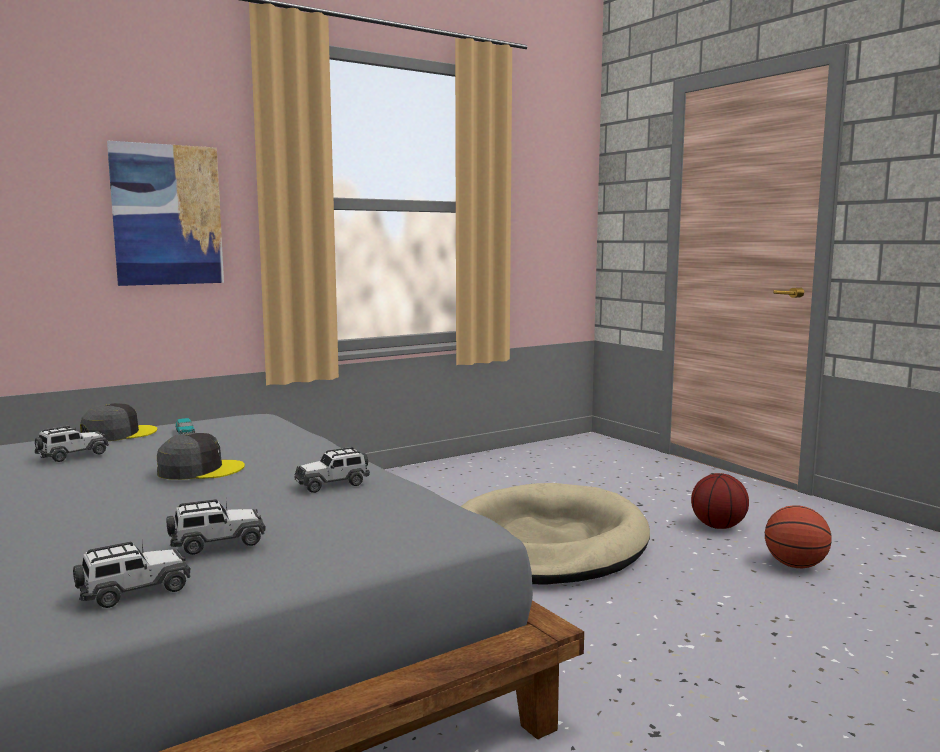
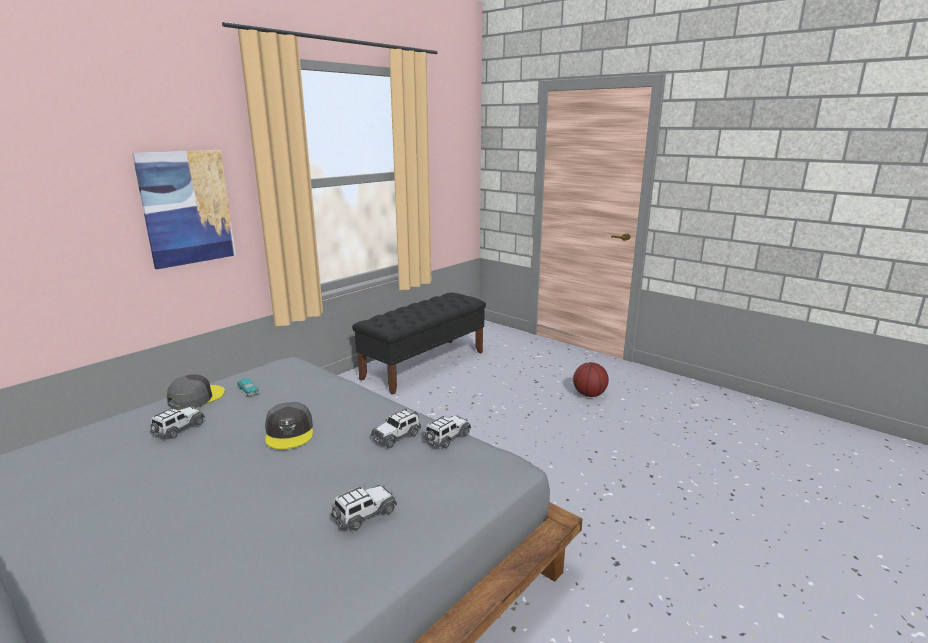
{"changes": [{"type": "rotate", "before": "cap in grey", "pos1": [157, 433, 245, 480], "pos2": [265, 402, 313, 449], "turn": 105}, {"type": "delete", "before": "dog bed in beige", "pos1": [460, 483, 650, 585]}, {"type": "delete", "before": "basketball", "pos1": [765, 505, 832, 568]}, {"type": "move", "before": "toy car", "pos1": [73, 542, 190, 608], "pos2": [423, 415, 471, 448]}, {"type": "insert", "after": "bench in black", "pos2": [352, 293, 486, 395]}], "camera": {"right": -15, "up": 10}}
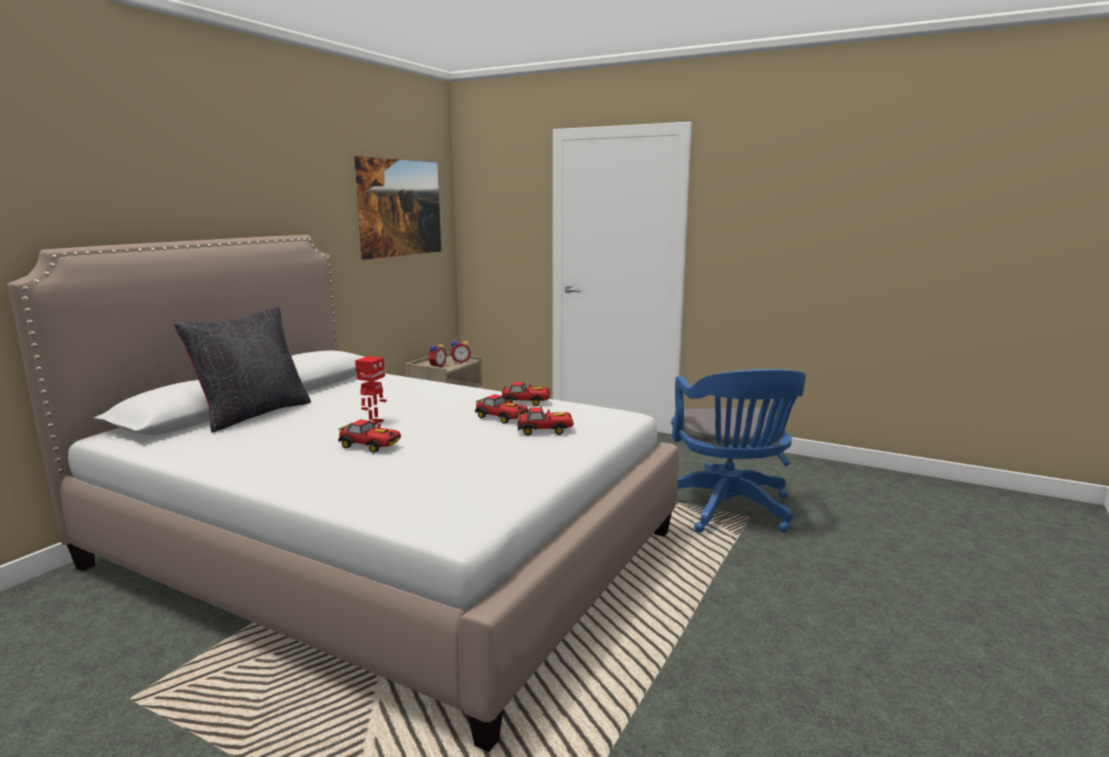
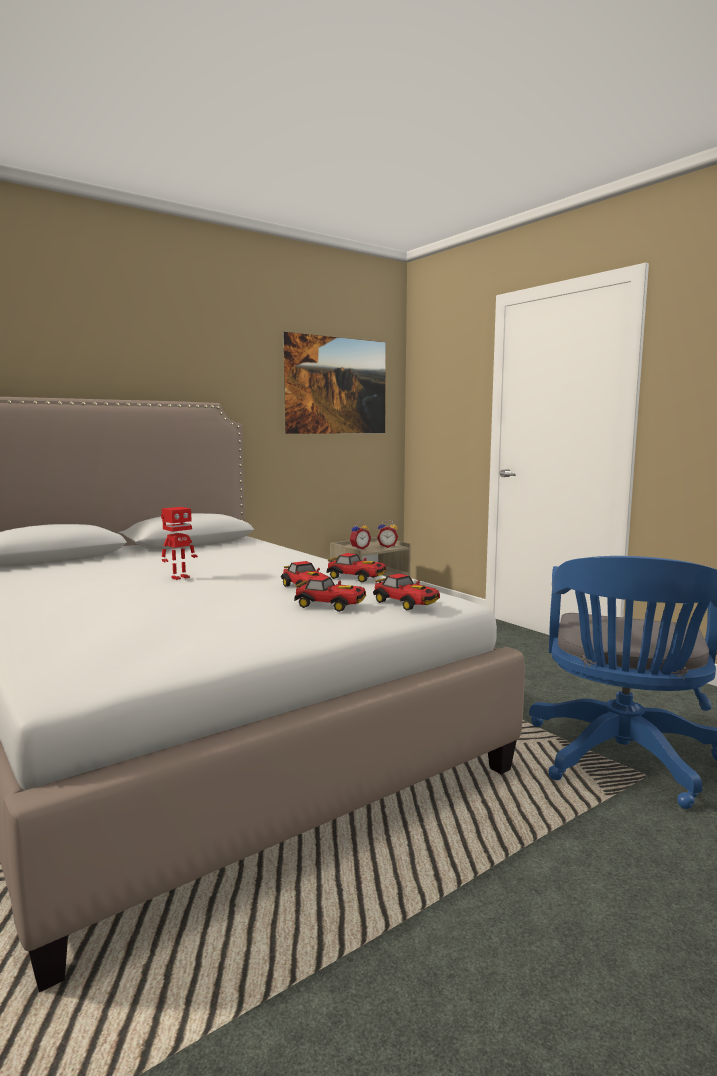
{"changes": [{"type": "delete", "before": "pillow in black", "pos1": [174, 307, 311, 433]}, {"type": "move", "before": "toy car", "pos1": [338, 419, 401, 453], "pos2": [373, 573, 440, 611]}], "camera": {"right": 25, "up": -5}}
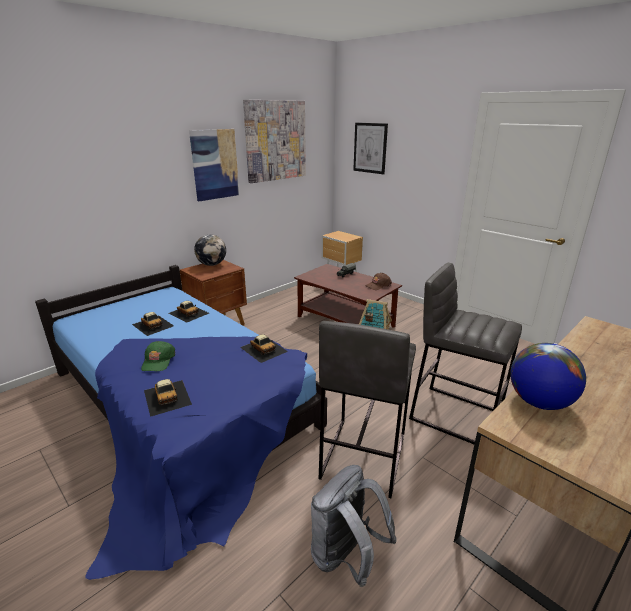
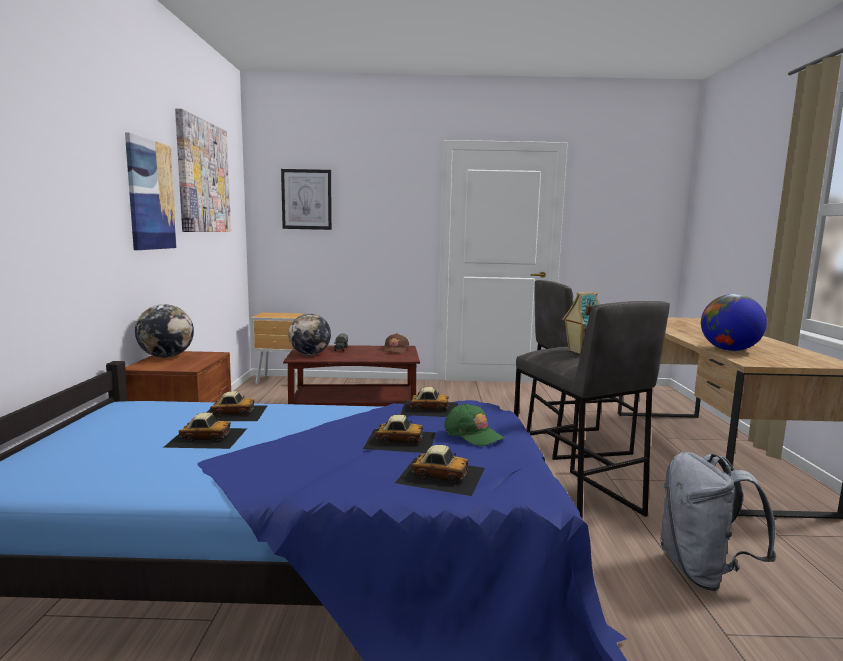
{"changes": [{"type": "move", "before": "cap in green", "pos1": [141, 341, 175, 371], "pos2": [444, 403, 504, 446]}, {"type": "insert", "after": "globe", "pos2": [289, 313, 331, 355]}, {"type": "insert", "after": "toy car", "pos2": [363, 415, 435, 453]}], "camera": {"right": -45, "up": -15}}
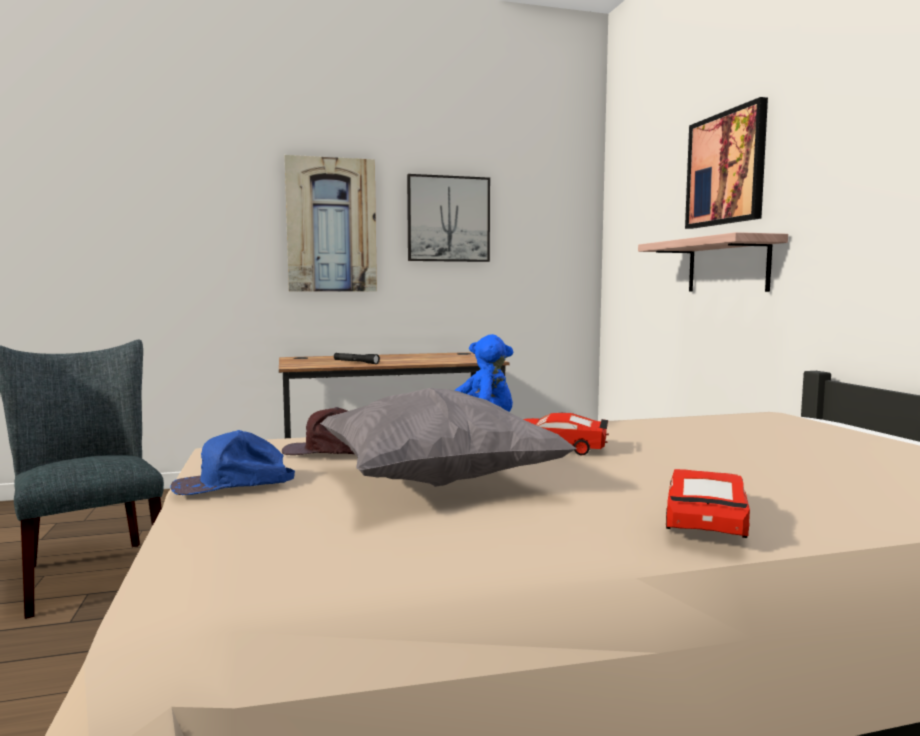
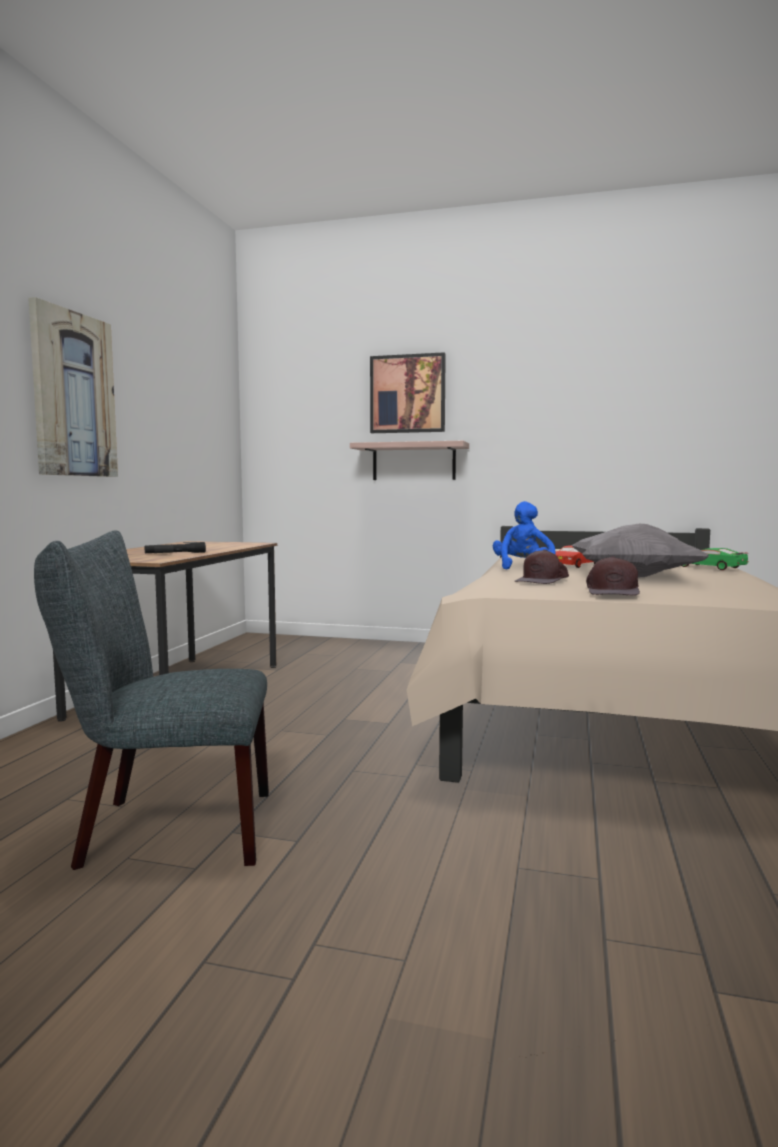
{"changes": [{"type": "delete", "before": "picture", "pos1": [407, 174, 490, 262]}, {"type": "recolor", "before": "cap in blue", "after": "cap in brown", "pos1": [170, 430, 295, 495], "pos2": [586, 556, 640, 596]}, {"type": "recolor", "before": "toy car in red", "after": "toy car in green", "pos1": [666, 469, 750, 538], "pos2": [681, 548, 749, 570]}], "camera": {"right": -60, "up": 0}}
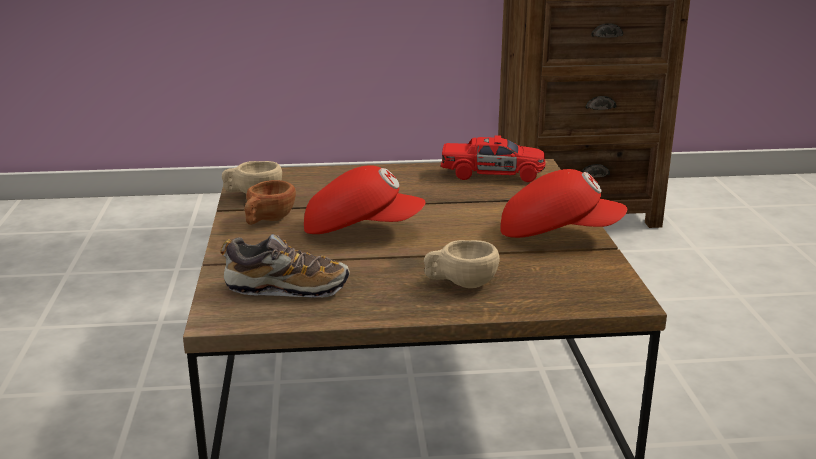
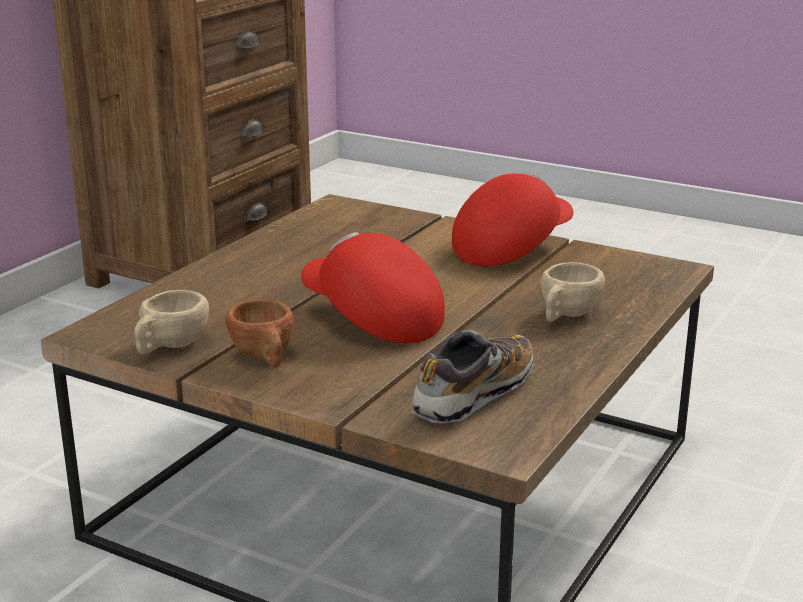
{"changes": [{"type": "delete", "before": "toy car in red", "pos1": [441, 135, 545, 182]}, {"type": "rotate", "before": "cap in red", "pos1": [304, 165, 425, 234], "pos2": [301, 232, 445, 343], "turn": -90}], "camera": {"right": -55, "up": 0}}
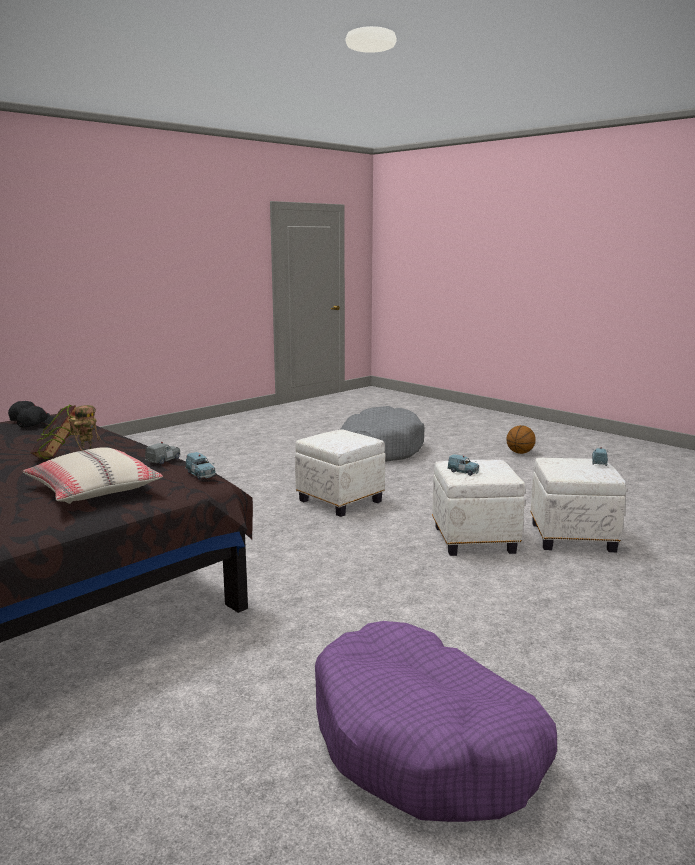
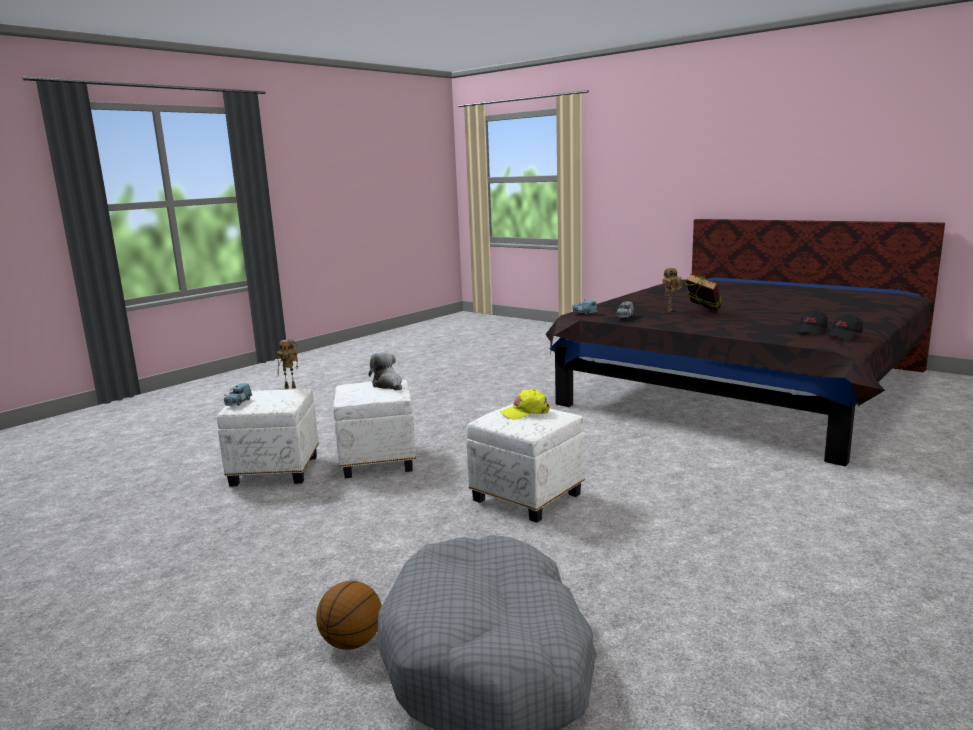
{"changes": [{"type": "move", "before": "basketball", "pos1": [506, 425, 536, 454], "pos2": [316, 581, 382, 650]}, {"type": "delete", "before": "pillow in beige", "pos1": [23, 447, 163, 504]}, {"type": "replace", "before": "toy car in blue", "after": "plush toy", "pos1": [447, 454, 479, 476], "pos2": [369, 351, 402, 390]}, {"type": "delete", "before": "dog bed in purple", "pos1": [315, 621, 557, 822]}, {"type": "insert", "after": "toy robot", "pos2": [277, 339, 298, 389]}, {"type": "insert", "after": "cap in yellow", "pos2": [500, 389, 551, 419]}], "camera": {"right": 175, "up": 0}}
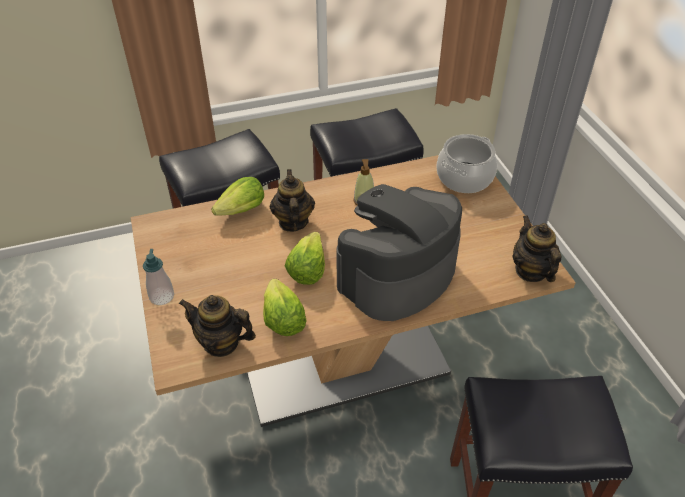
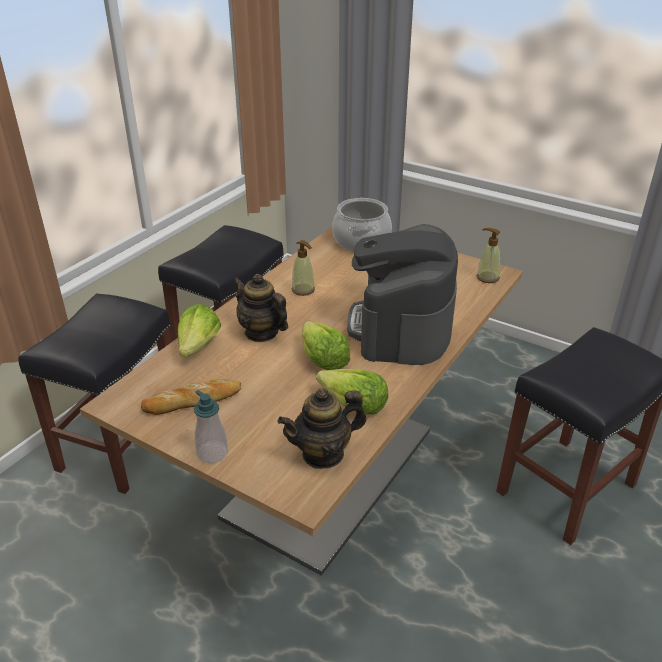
{"changes": [{"type": "replace", "before": "teapot", "after": "soap dispenser", "pos1": [512, 215, 561, 282], "pos2": [477, 228, 500, 283]}, {"type": "insert", "after": "bread", "pos2": [141, 379, 241, 415]}], "camera": {"right": -40, "up": -10}}
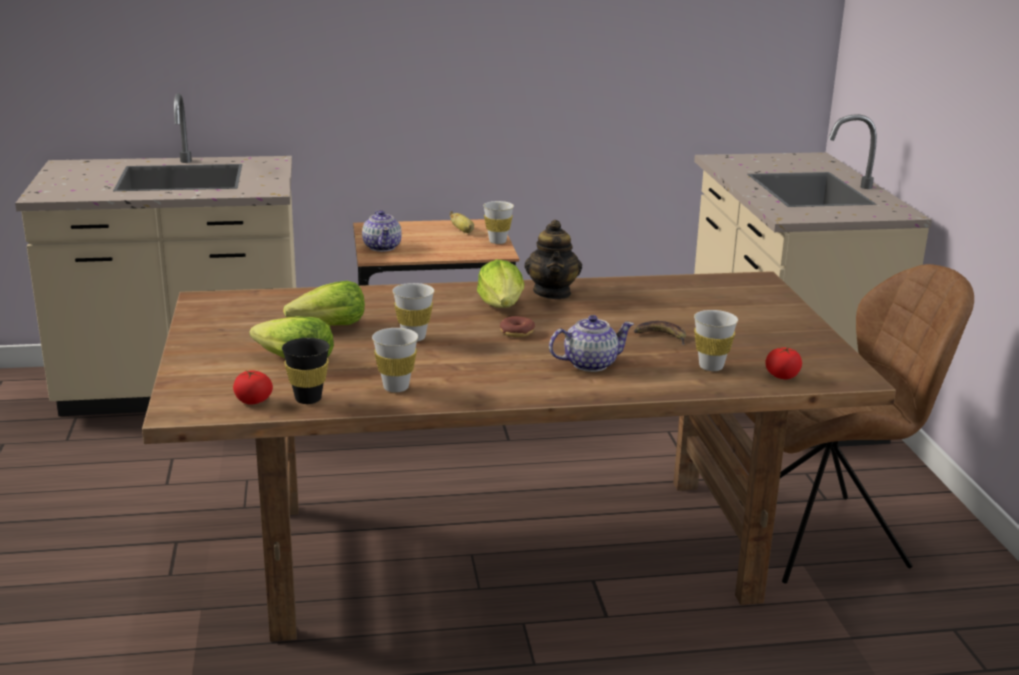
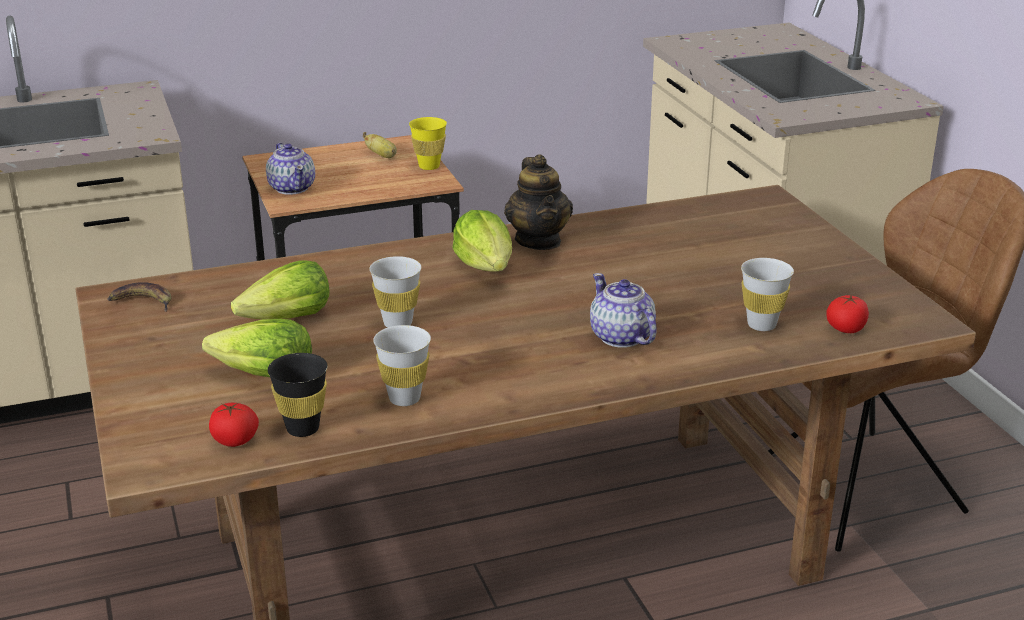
{"changes": [{"type": "recolor", "before": "cup in white", "after": "cup in yellow", "pos1": [483, 201, 514, 244], "pos2": [409, 117, 447, 170]}, {"type": "rotate", "before": "teapot", "pos1": [549, 315, 634, 372], "pos2": [590, 273, 657, 348], "turn": -90}, {"type": "delete", "before": "donut", "pos1": [500, 316, 535, 337]}, {"type": "move", "before": "banana", "pos1": [634, 321, 686, 345], "pos2": [107, 282, 172, 312]}], "camera": {"right": -10, "up": 5}}
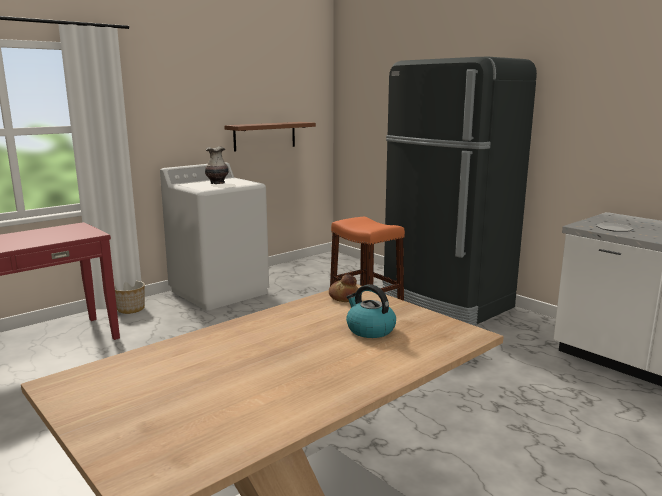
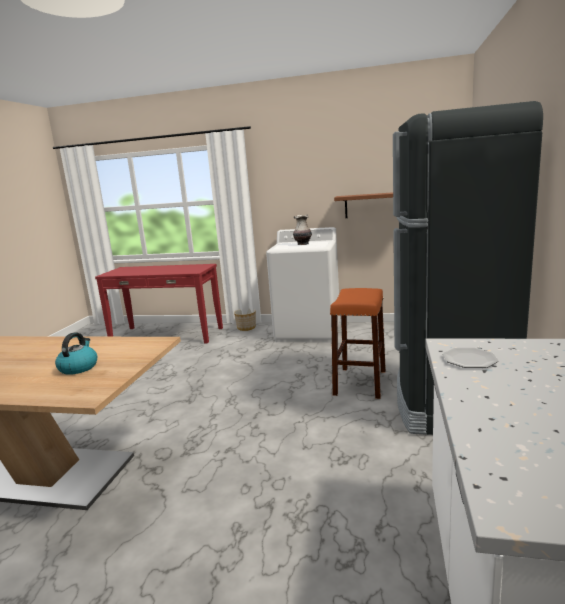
{"changes": [{"type": "delete", "before": "bread", "pos1": [329, 274, 358, 302]}], "camera": {"right": 55, "up": 0}}
